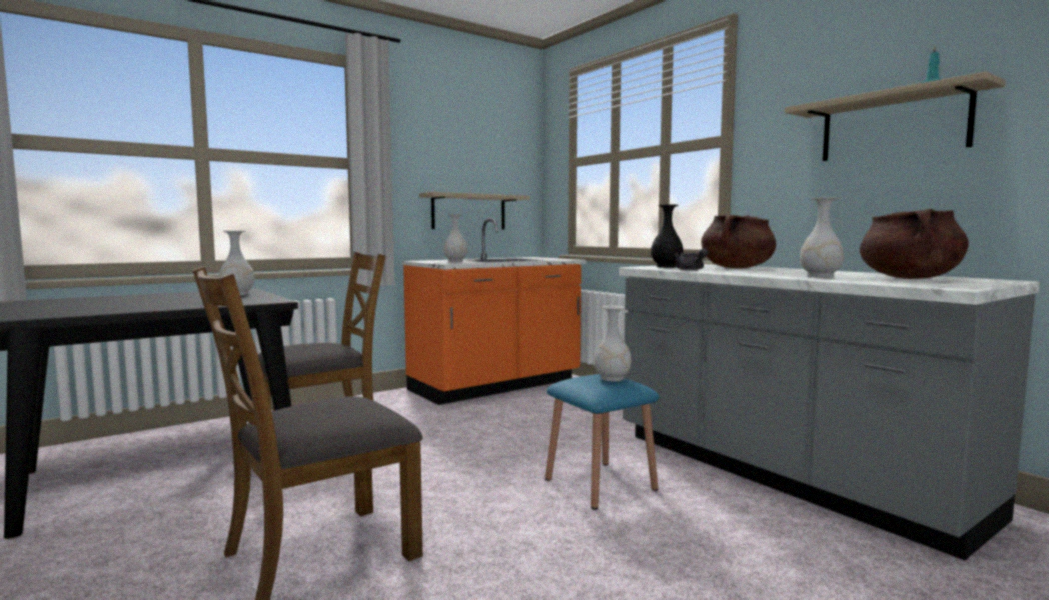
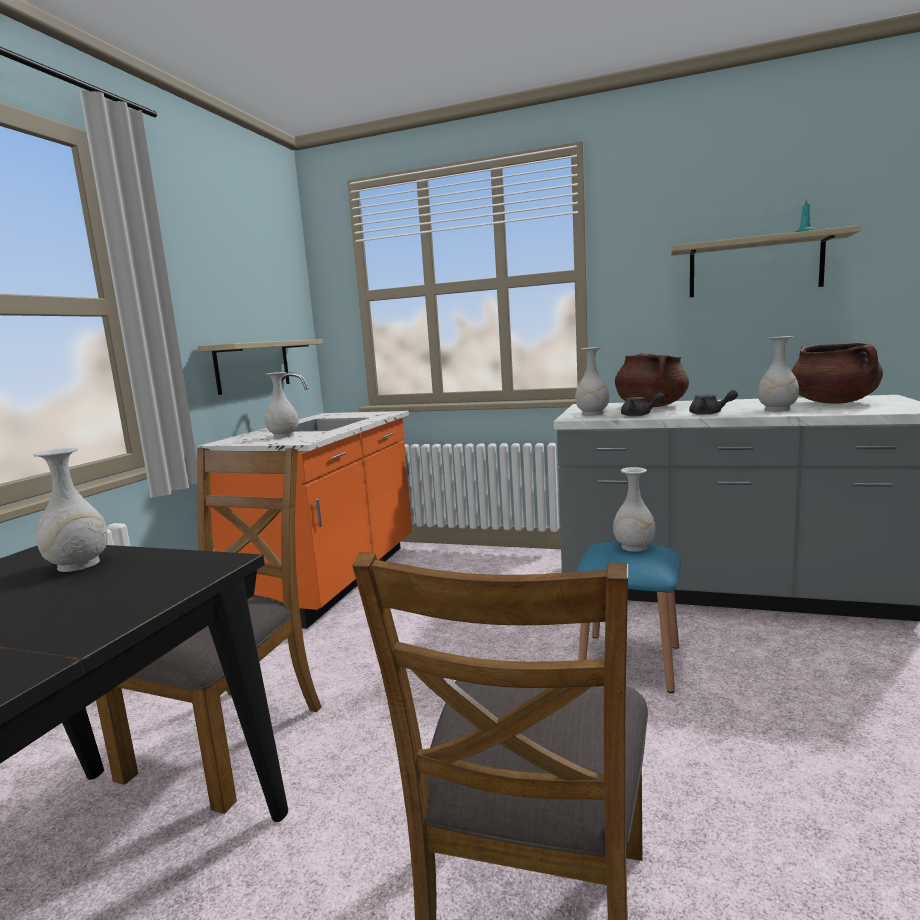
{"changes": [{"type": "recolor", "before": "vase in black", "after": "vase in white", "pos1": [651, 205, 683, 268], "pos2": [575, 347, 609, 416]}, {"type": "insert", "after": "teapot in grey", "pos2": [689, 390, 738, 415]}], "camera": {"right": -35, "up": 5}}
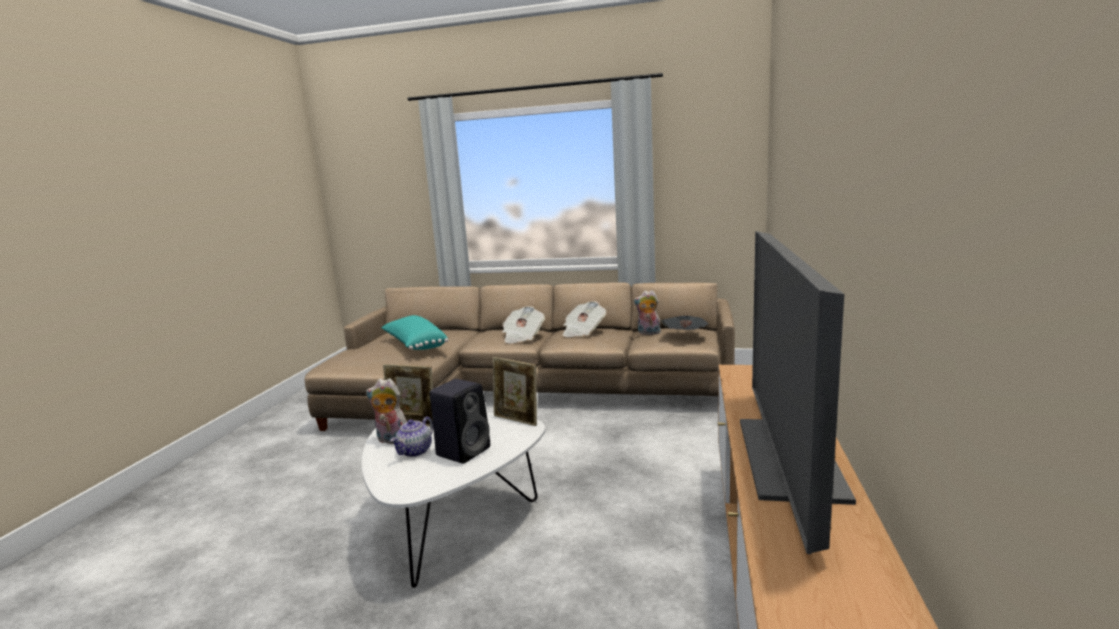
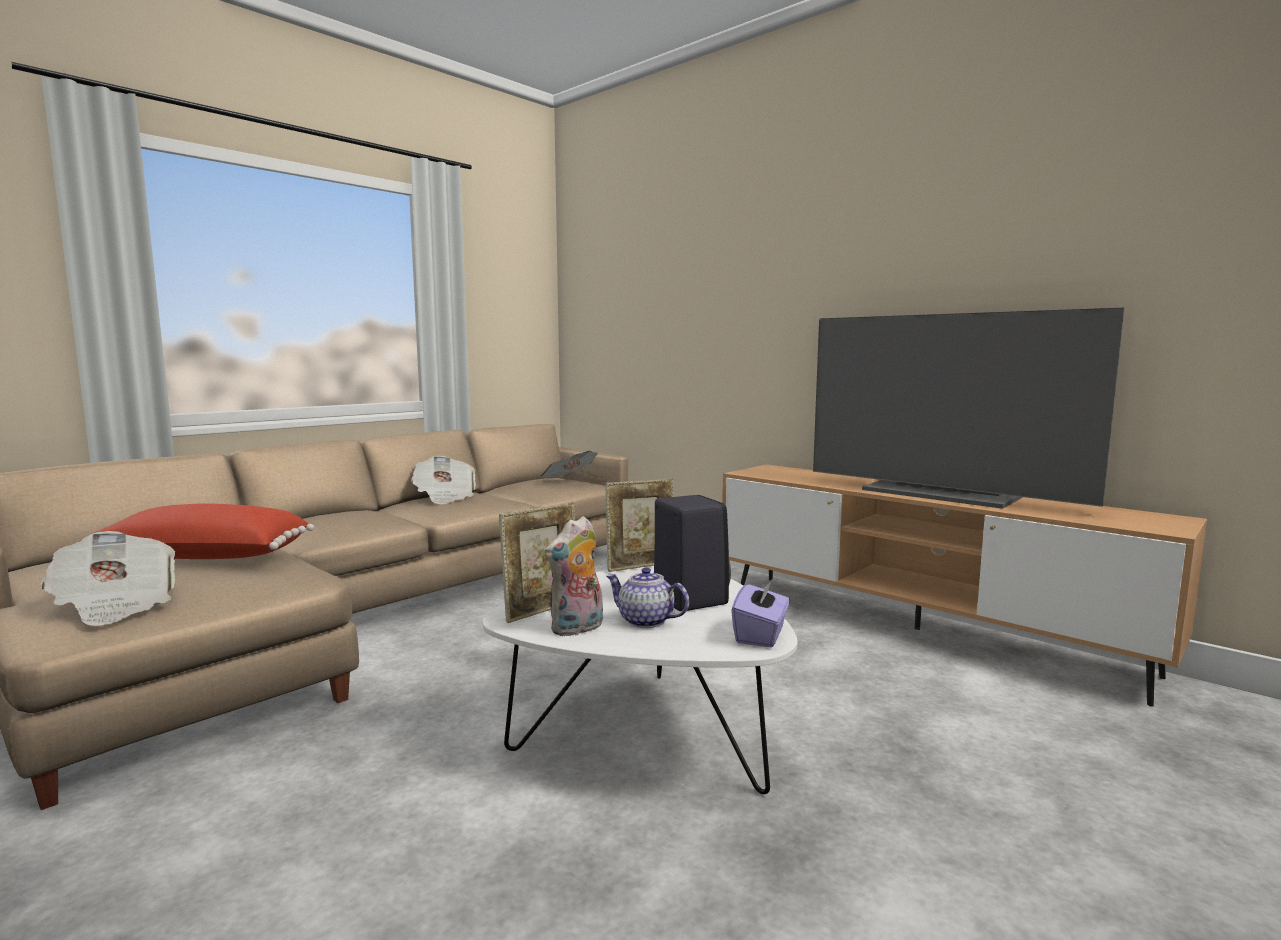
{"changes": [{"type": "delete", "before": "plush toy", "pos1": [633, 290, 661, 335]}, {"type": "move", "before": "newspaper", "pos1": [502, 306, 545, 344], "pos2": [41, 531, 175, 626]}, {"type": "recolor", "before": "pillow in turquoise", "after": "pillow in red", "pos1": [381, 315, 448, 350], "pos2": [79, 503, 314, 559]}, {"type": "rotate", "before": "teapot", "pos1": [390, 417, 433, 457], "pos2": [606, 567, 689, 628], "turn": 150}, {"type": "insert", "after": "tissue box in purple", "pos2": [731, 577, 789, 648]}], "camera": {"right": -60, "up": -5}}
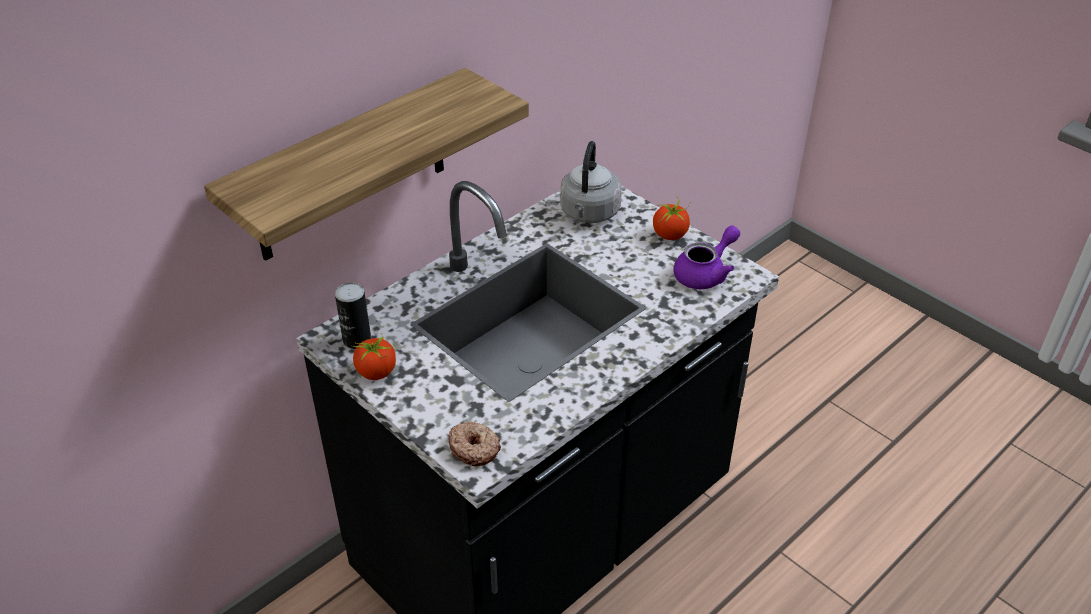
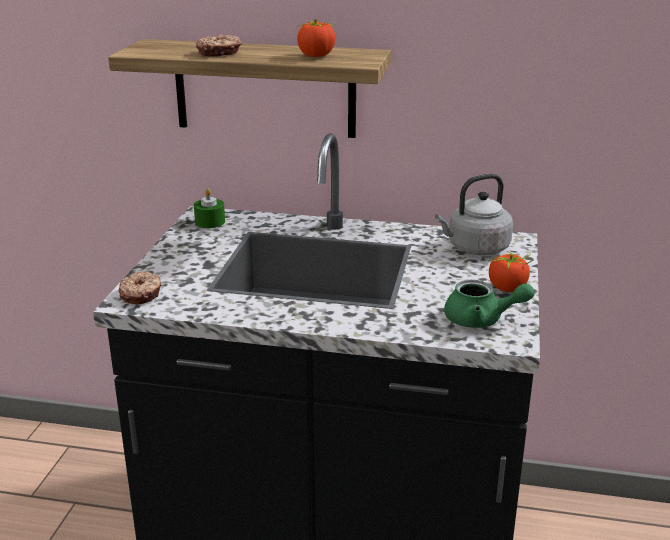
{"changes": [{"type": "recolor", "before": "teapot in purple", "after": "teapot in green", "pos1": [673, 225, 740, 289], "pos2": [444, 280, 535, 328]}, {"type": "replace", "before": "can", "after": "candle in green", "pos1": [335, 282, 371, 349], "pos2": [194, 189, 225, 228]}, {"type": "move", "before": "tomato", "pos1": [351, 333, 396, 380], "pos2": [297, 19, 335, 57]}, {"type": "insert", "after": "donut", "pos2": [196, 34, 242, 56]}], "camera": {"right": 55, "up": -15}}
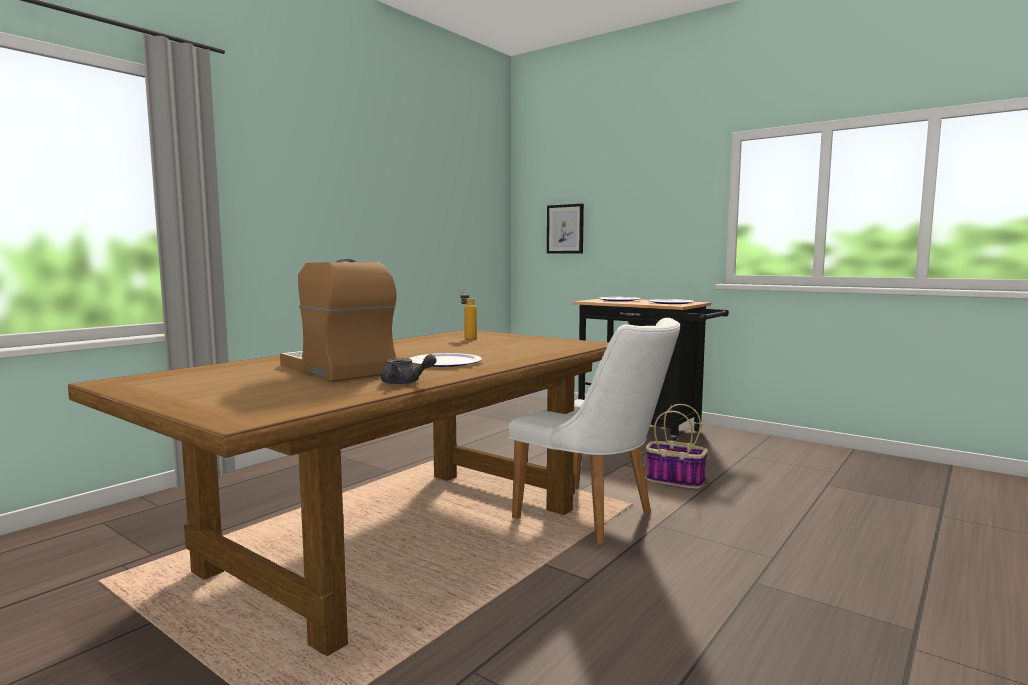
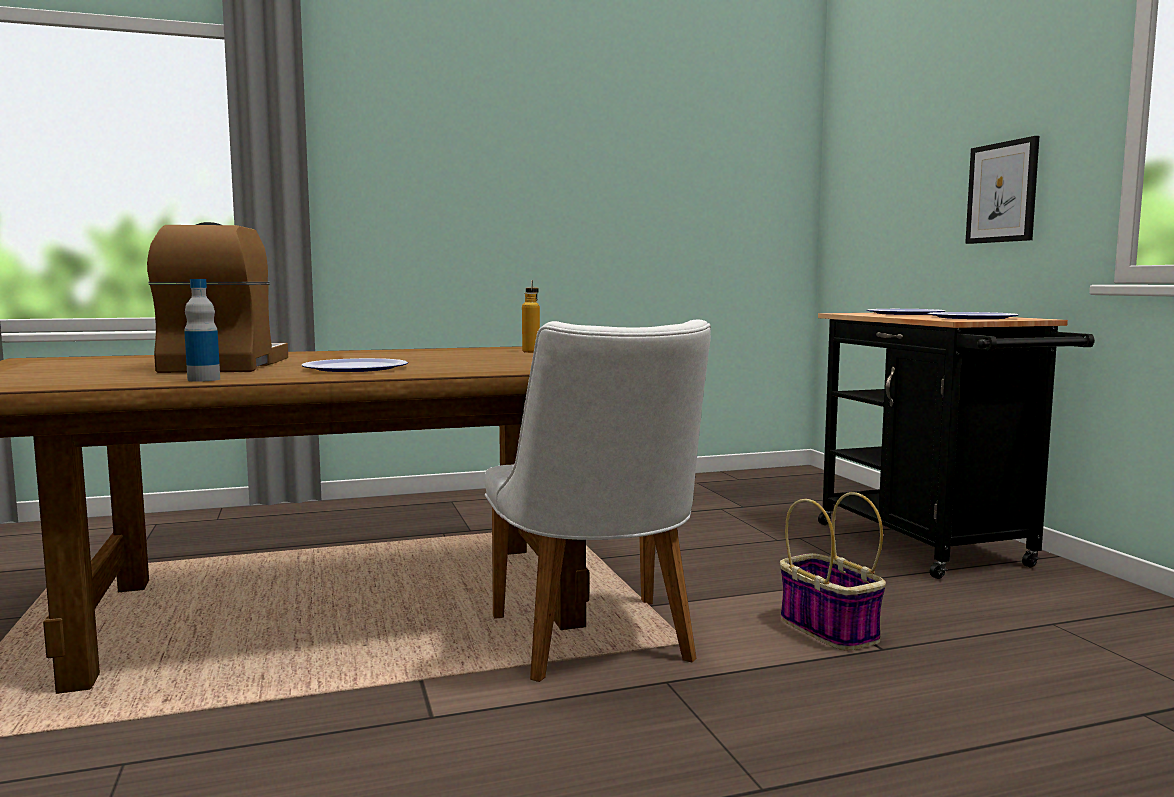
{"changes": [{"type": "move", "before": "picture", "pos1": [547, 204, 584, 254], "pos2": [965, 136, 1039, 244]}, {"type": "replace", "before": "teapot in grey", "after": "bottle", "pos1": [381, 354, 437, 385], "pos2": [184, 279, 220, 382]}], "camera": {"right": 35, "up": 0}}
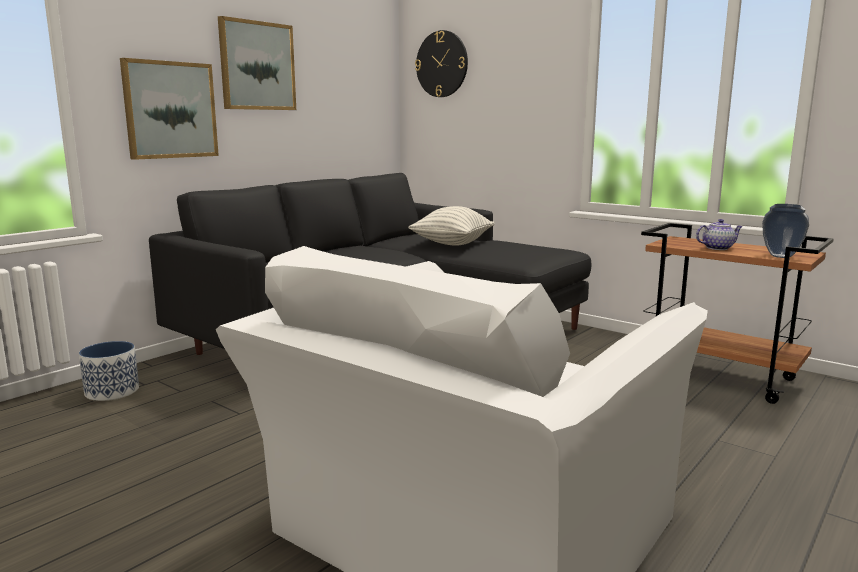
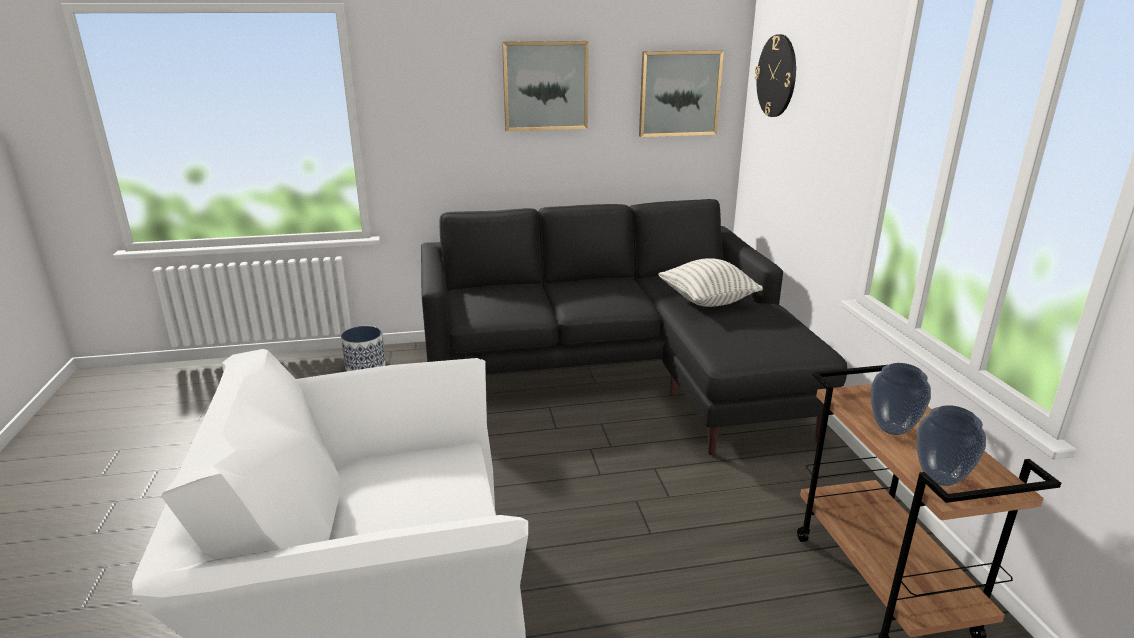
{"changes": [{"type": "move", "before": "picture", "pos1": [120, 58, 219, 160], "pos2": [639, 50, 724, 137]}, {"type": "replace", "before": "teapot", "after": "vase", "pos1": [696, 219, 743, 250], "pos2": [871, 363, 931, 435]}], "camera": {"right": 40, "up": 10}}
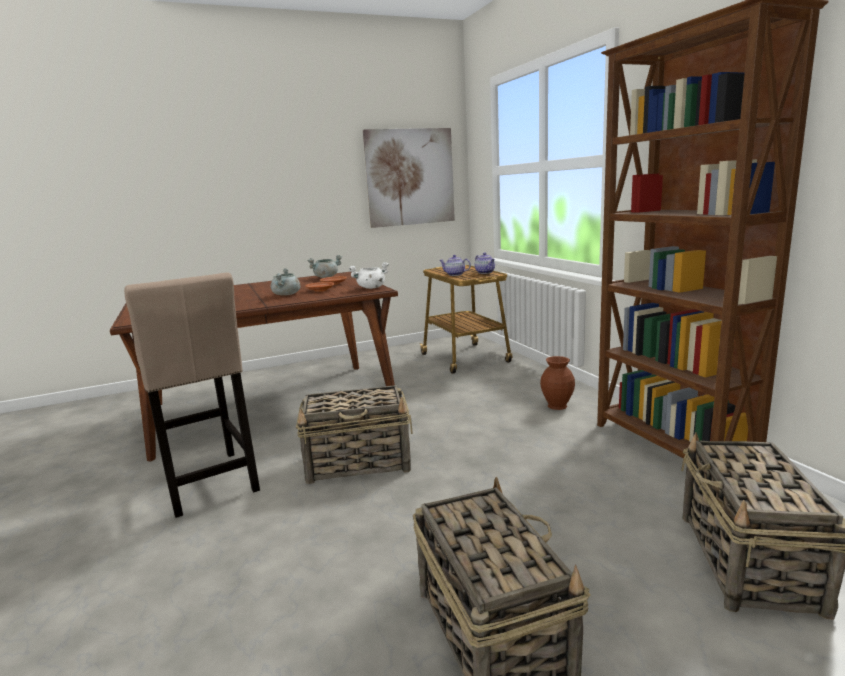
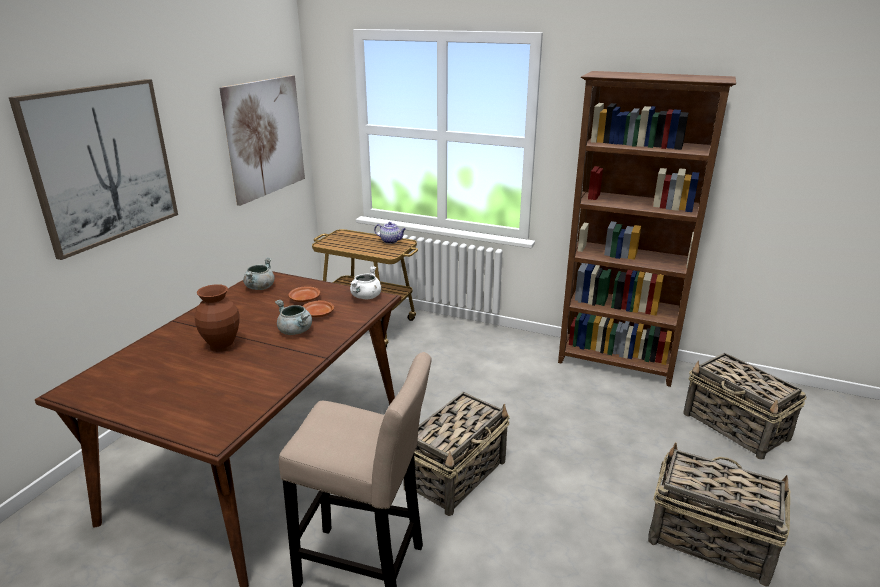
{"changes": [{"type": "delete", "before": "teapot", "pos1": [439, 255, 471, 276]}, {"type": "move", "before": "vase in brown", "pos1": [540, 356, 575, 410], "pos2": [194, 284, 240, 352]}, {"type": "insert", "after": "picture", "pos2": [9, 79, 178, 260]}], "camera": {"right": -45, "up": 10}}
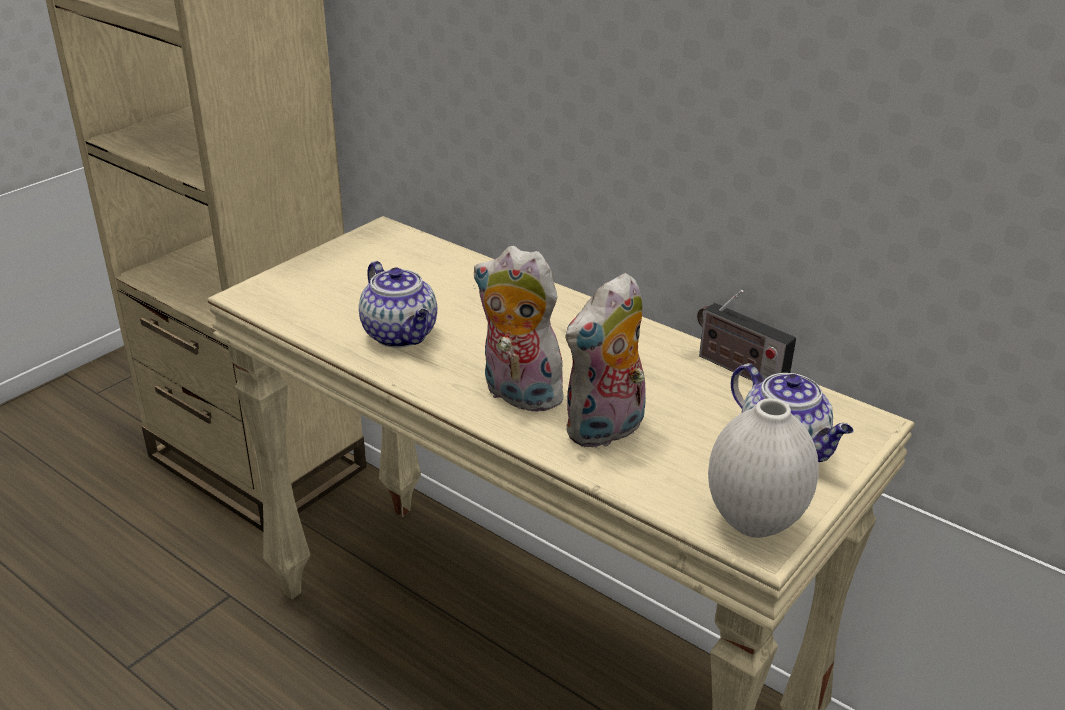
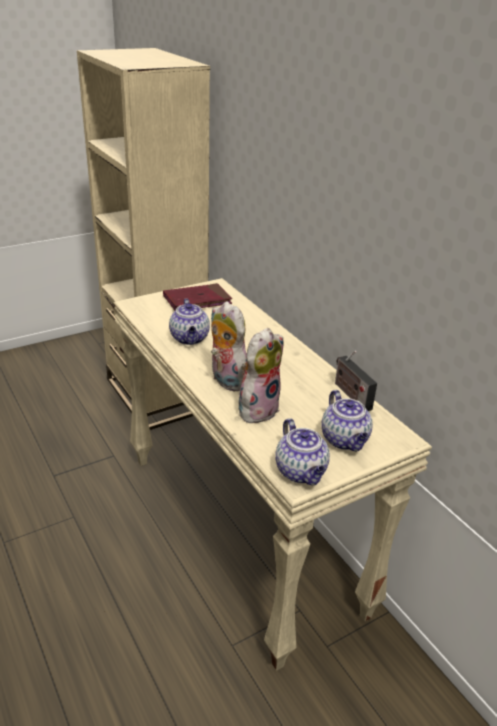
{"changes": [{"type": "rotate", "before": "plush toy", "pos1": [566, 273, 646, 449], "pos2": [239, 328, 283, 423], "turn": 150}, {"type": "replace", "before": "vase in white", "after": "teapot", "pos1": [708, 398, 819, 538], "pos2": [275, 418, 330, 485]}, {"type": "insert", "after": "book in red", "pos2": [163, 283, 232, 310]}], "camera": {"right": 20, "up": 0}}
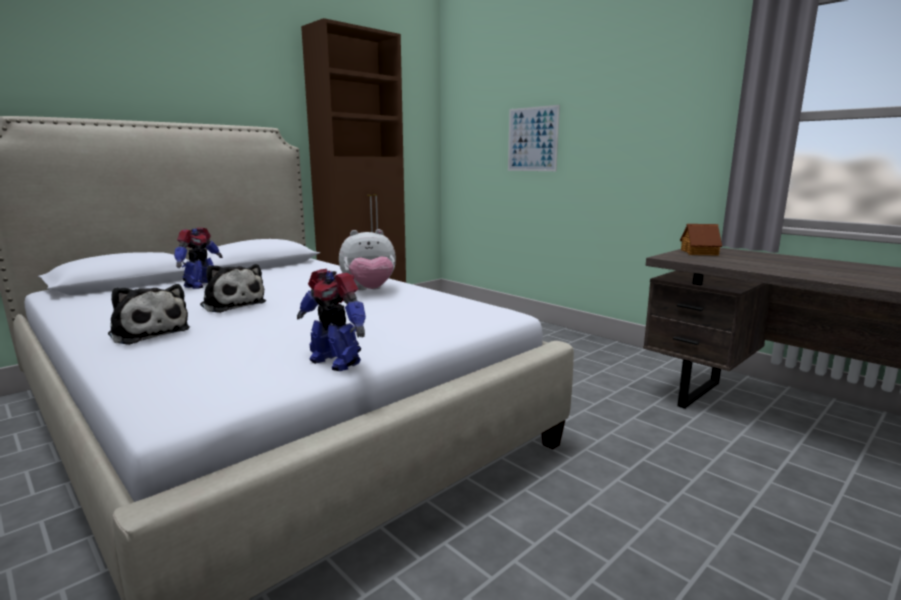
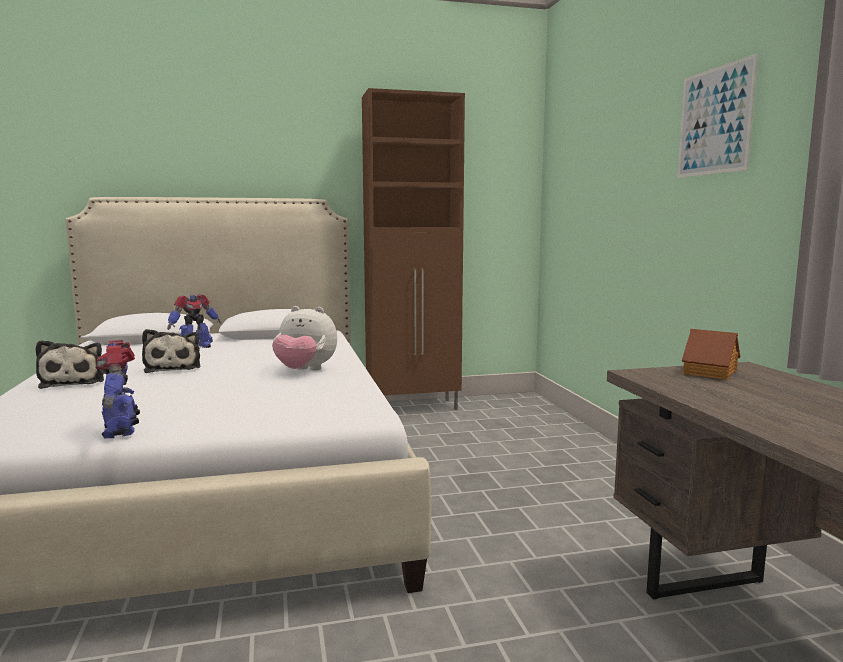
{"changes": [{"type": "move", "before": "picture", "pos1": [508, 105, 560, 171], "pos2": [677, 53, 758, 178]}], "camera": {"right": 30, "up": -5}}
